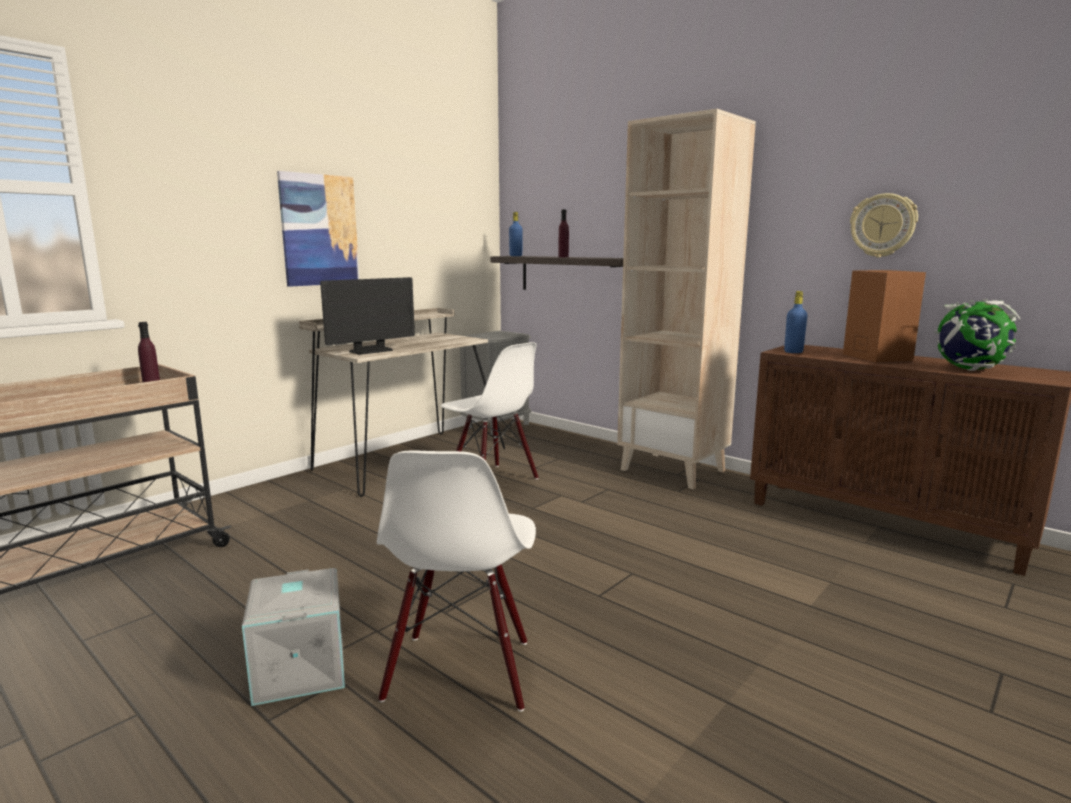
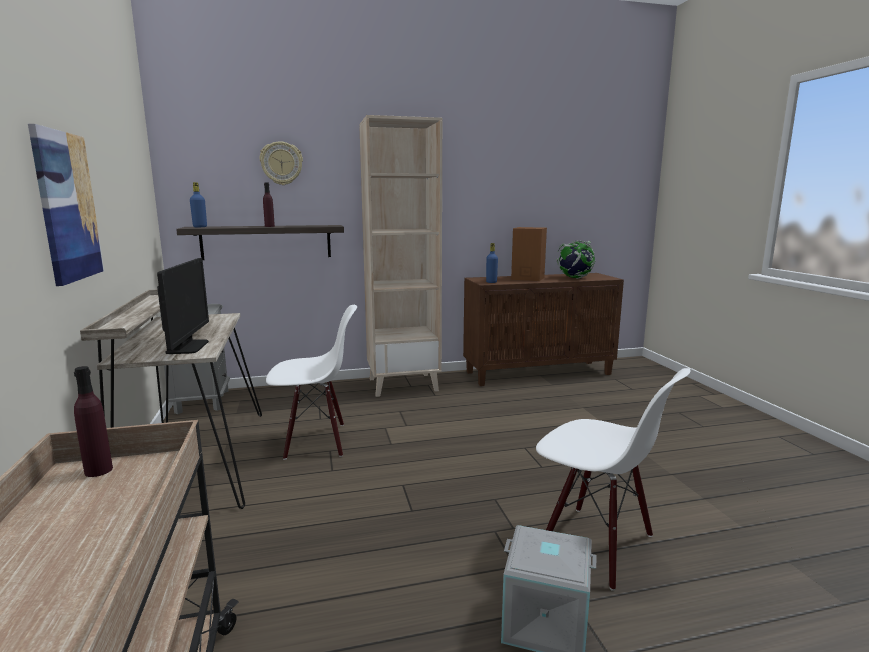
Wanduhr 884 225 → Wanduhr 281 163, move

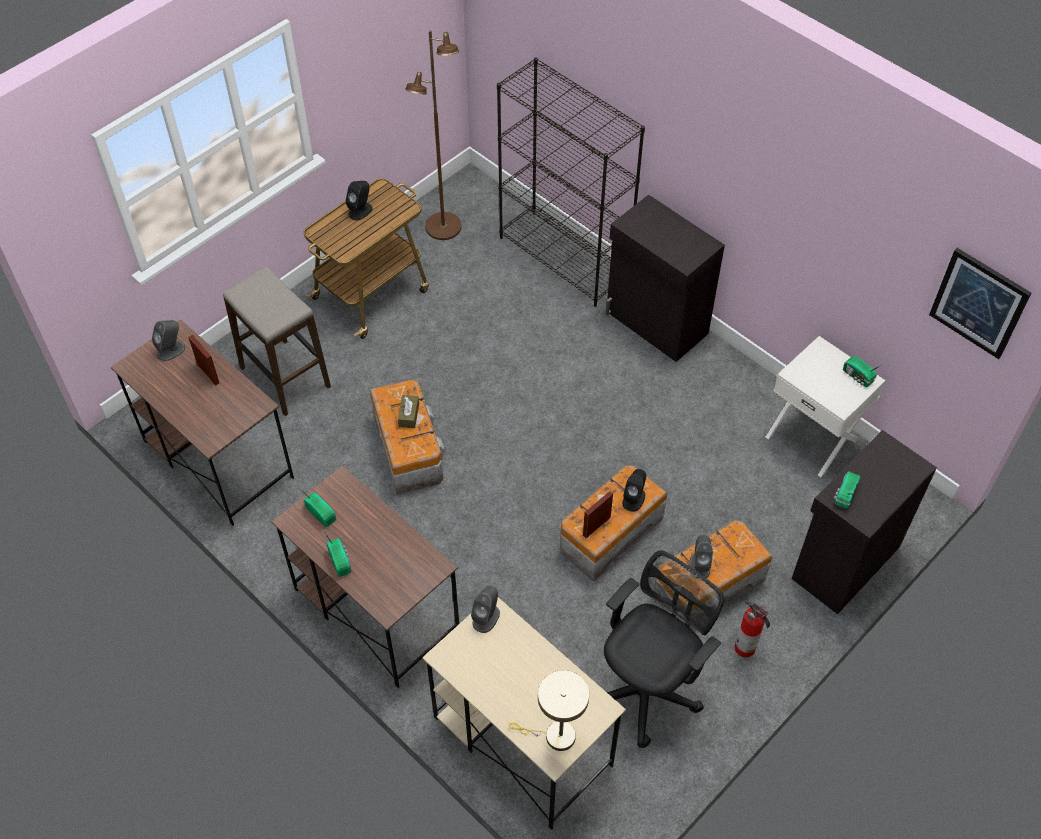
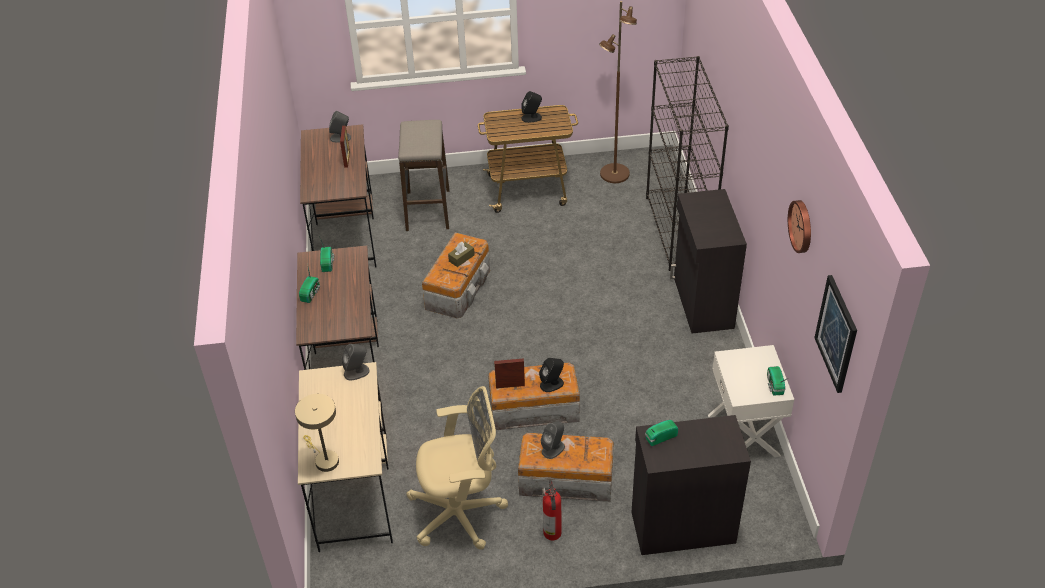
Bürostuhl [schwarz] 664 649 → Bürostuhl [beige] 457 468
- → Wanduhr 799 226

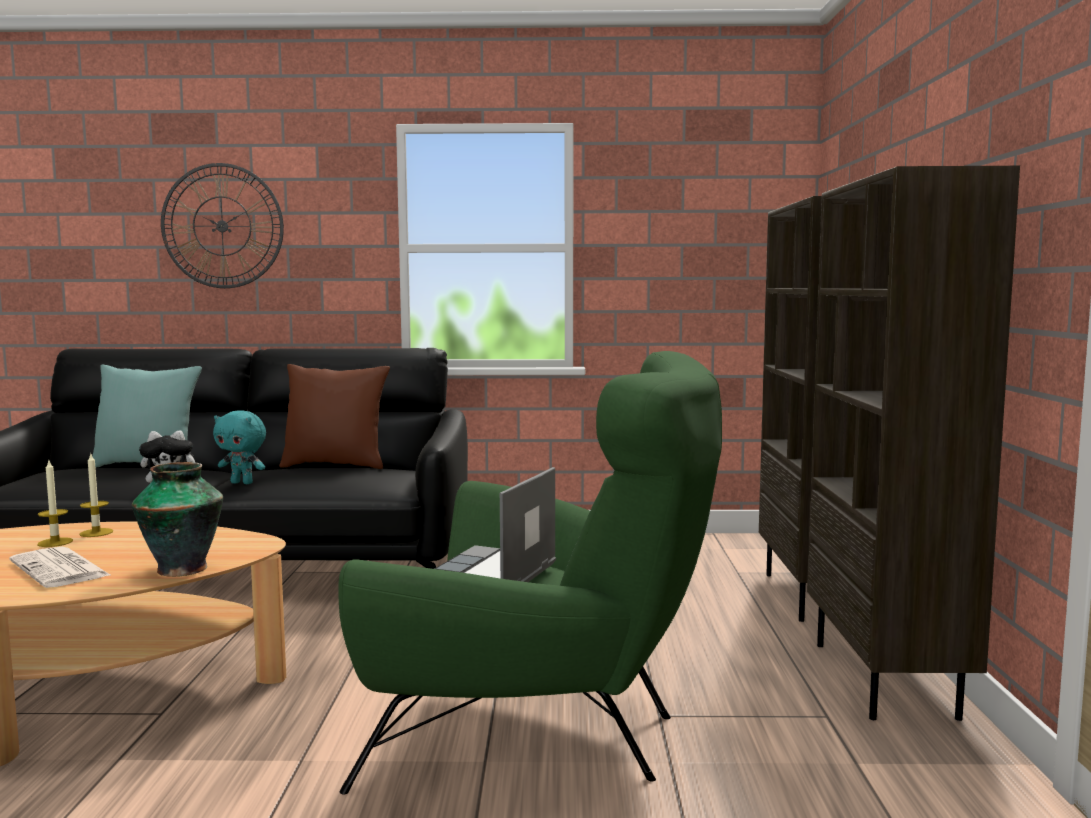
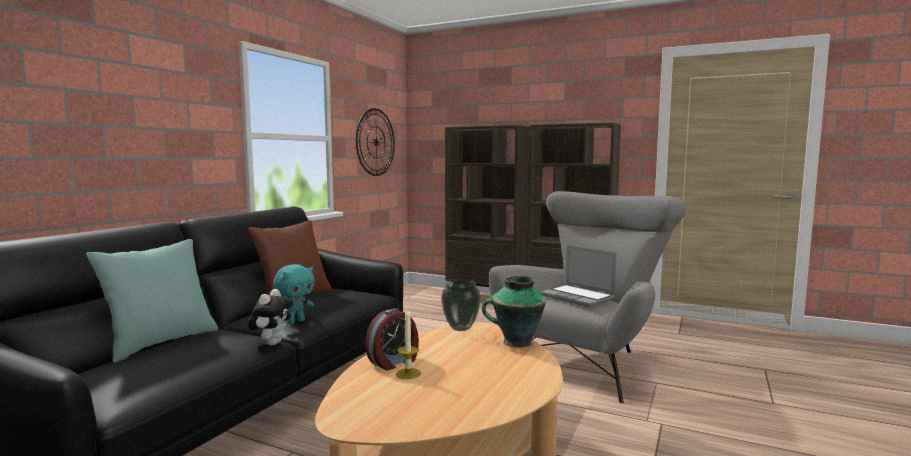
Wanduhr 222 225 → Wanduhr 375 142, move
Sessel [grün] 530 573 → Sessel [grau] 587 297
Kerze 96 495 → Wecker 392 339
Zeitung 61 567 → -
- → Vase 461 304

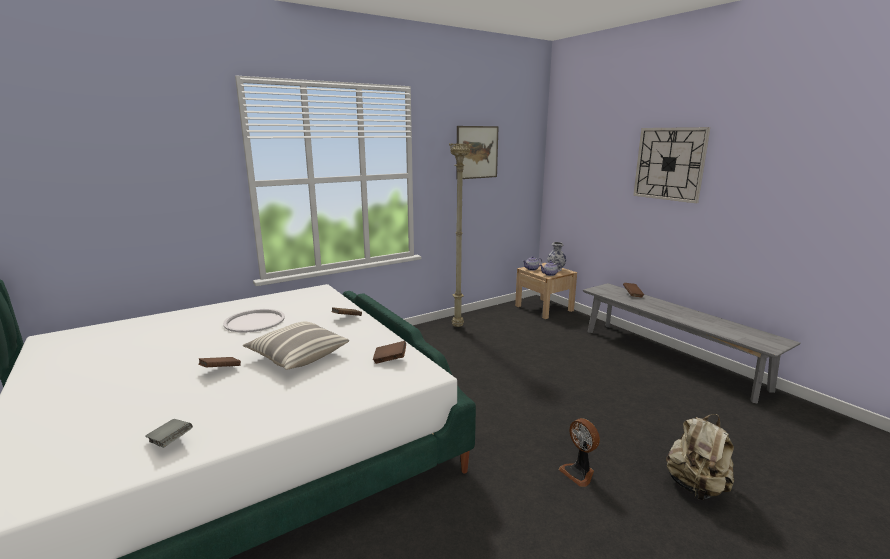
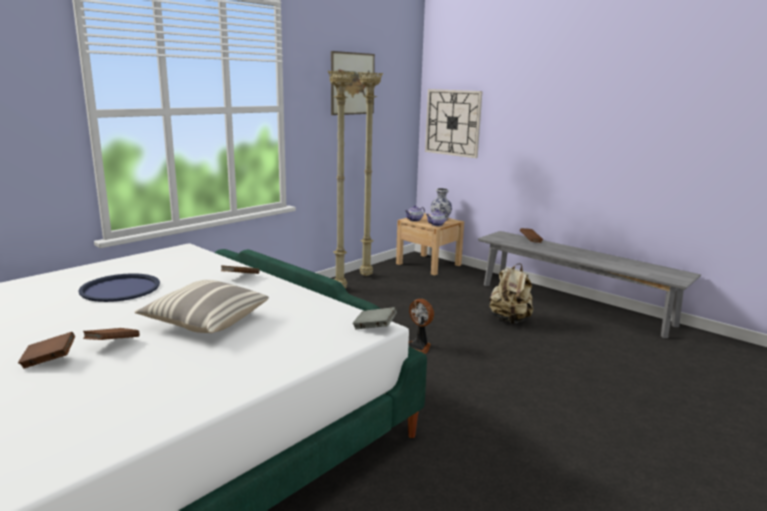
Wanduhr 671 165 → Wanduhr 453 123, move
Tablett [weiß] 254 321 → Tablett [blau] 119 287
Buch [braun] 389 352 → Buch [braun] 46 350, move
Rucksack [beige] 700 457 → Rucksack [beige] 511 294, move
Ventilator 579 452 → Ventilator 421 326, move
Buch [grau] 169 433 → Buch [grau] 374 318, move
- → Stehlampe [beige] 370 174

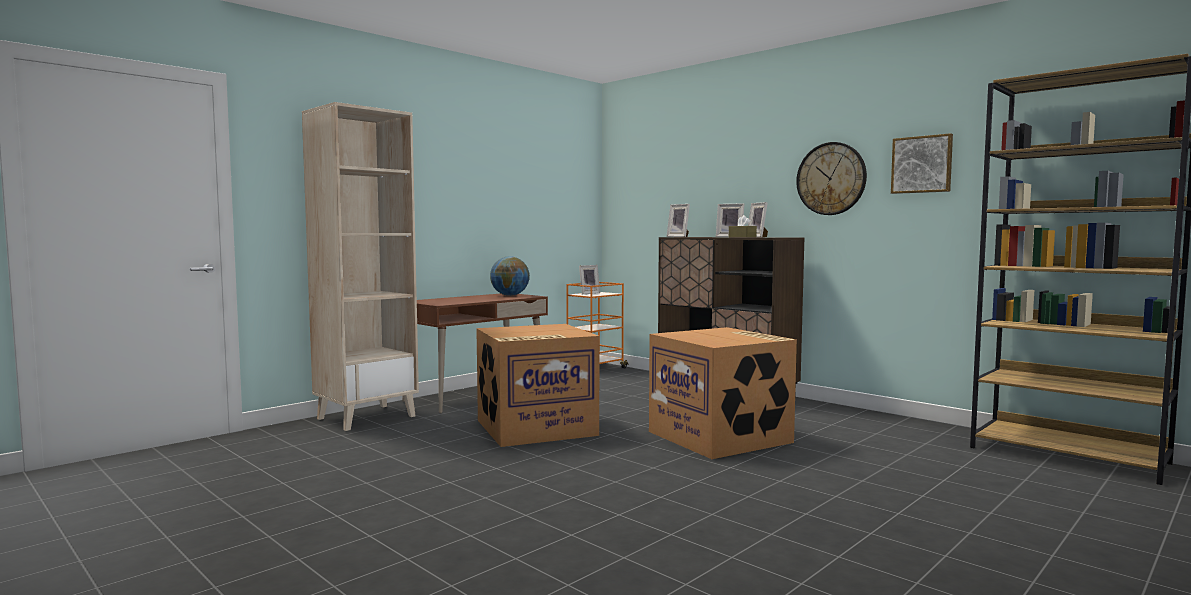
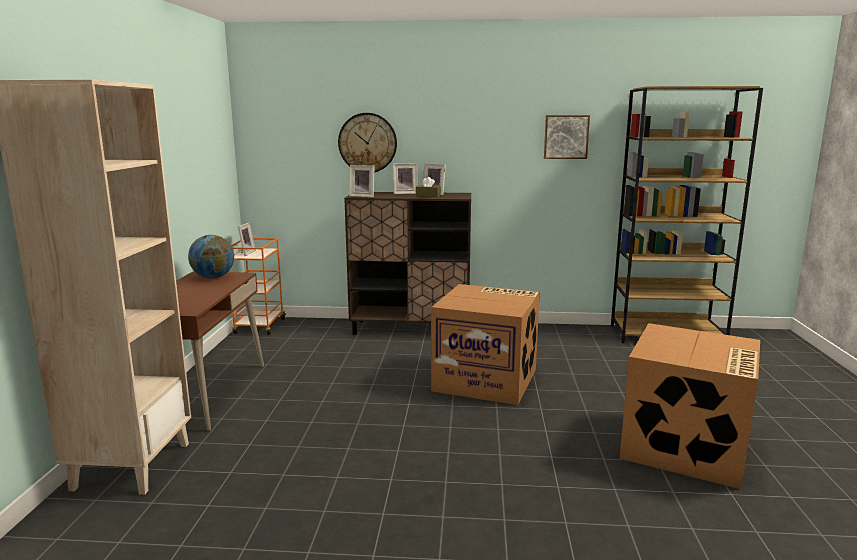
Wanduhr 831 178 → Wanduhr 367 142, move
Karton 537 385 → Karton 690 406, move

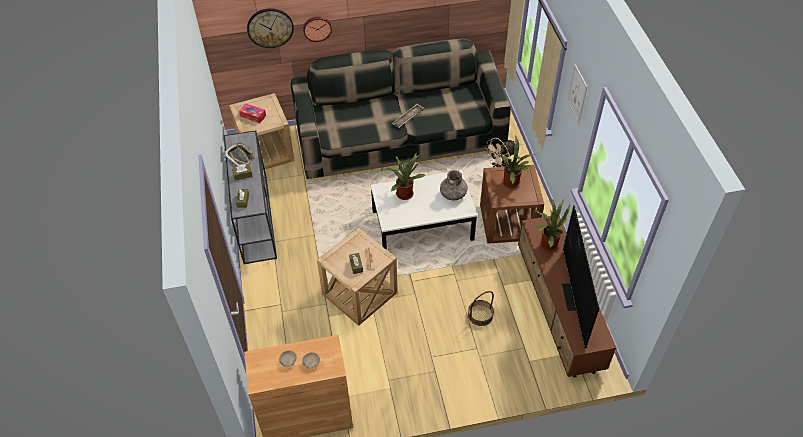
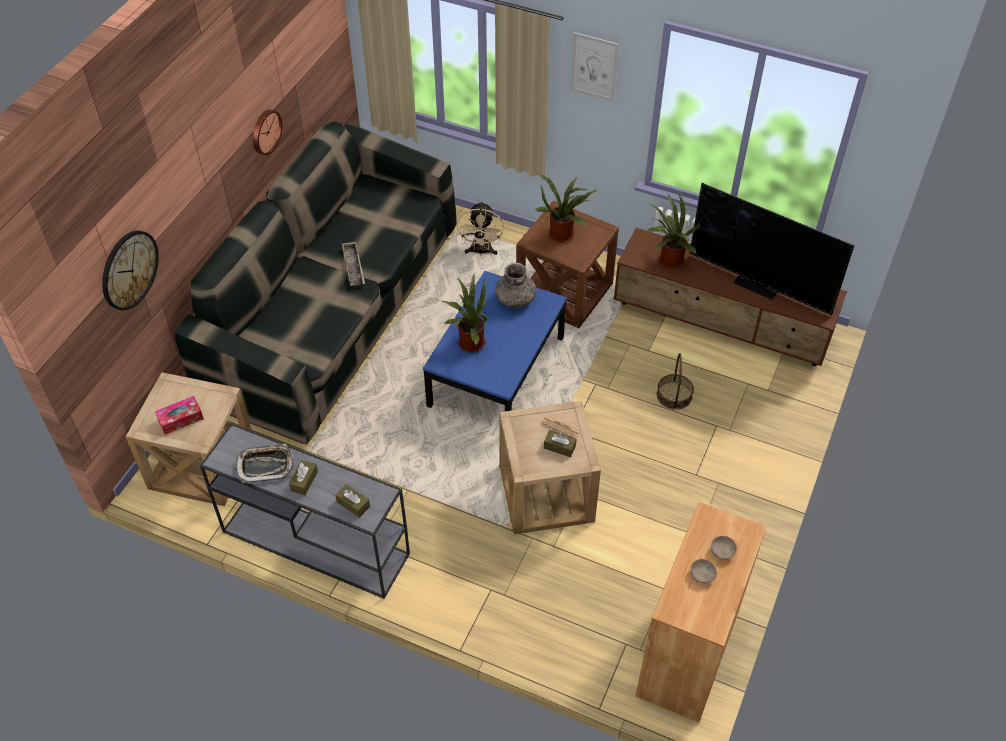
Wanduhr 317 29 → Wanduhr 267 132, move
Couchtisch [weiß] 424 210 → Couchtisch [blau] 495 341

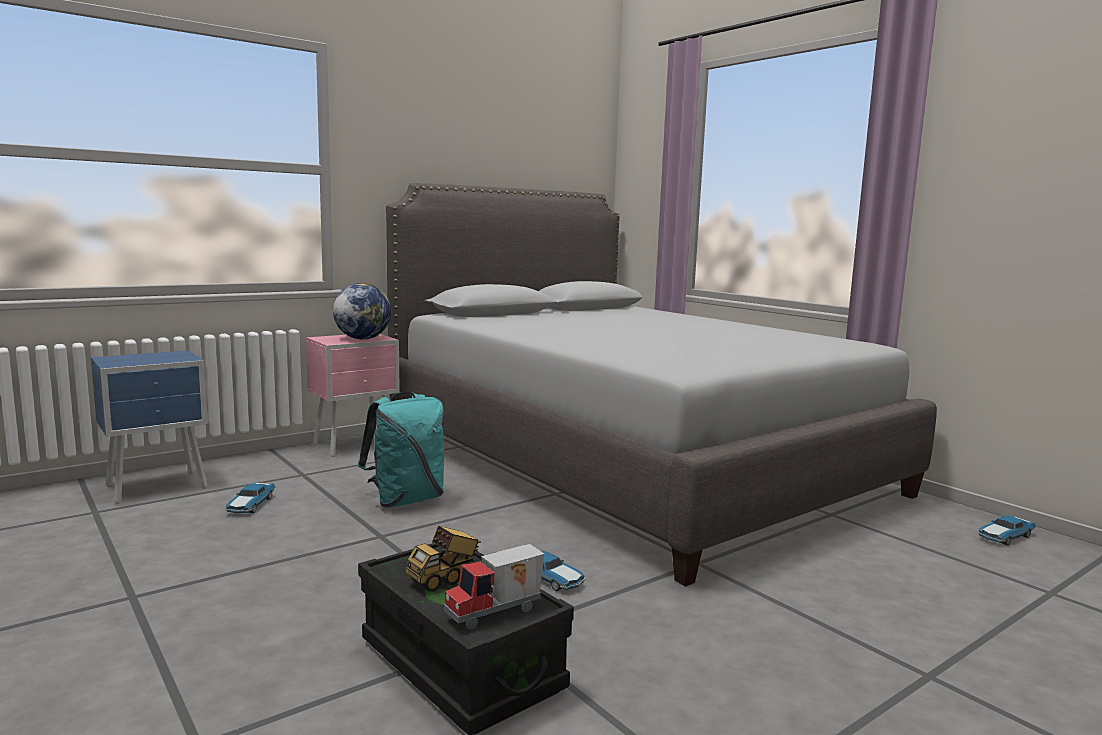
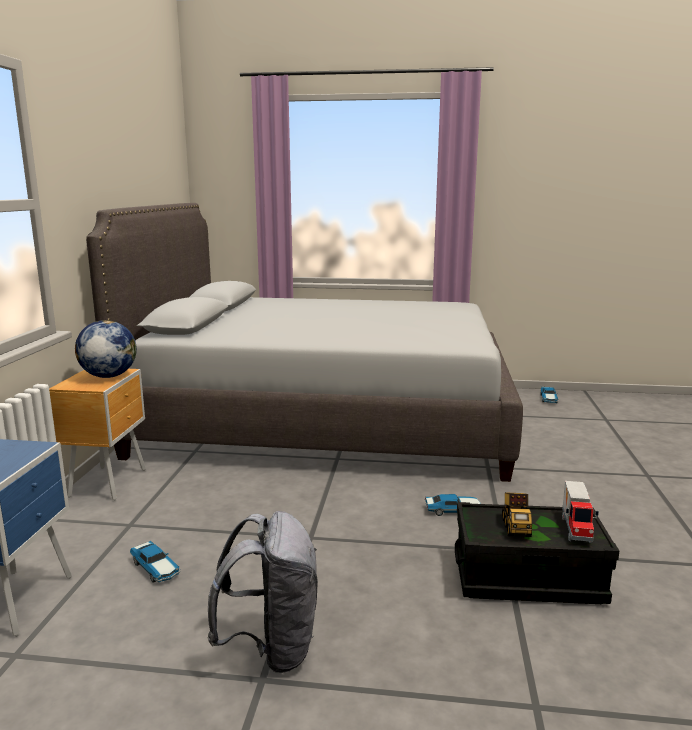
Nachttisch [rosa] 353 395 → Nachttisch [braun] 97 434
Rucksack [türkis] 401 450 → -
- → Rucksack [grau] 263 592

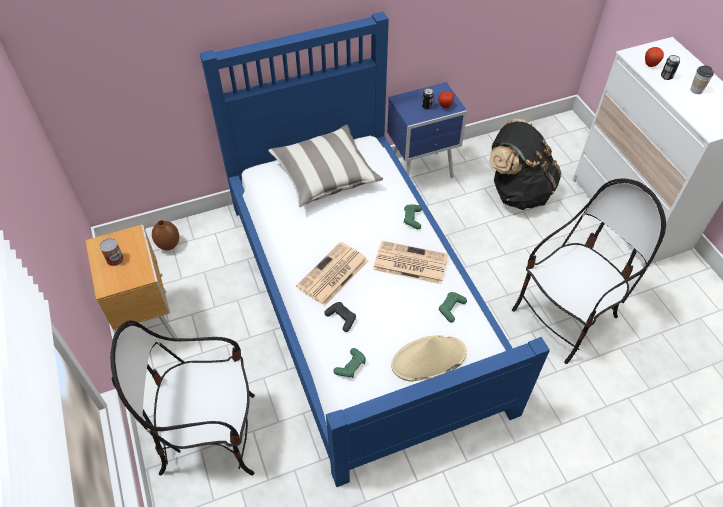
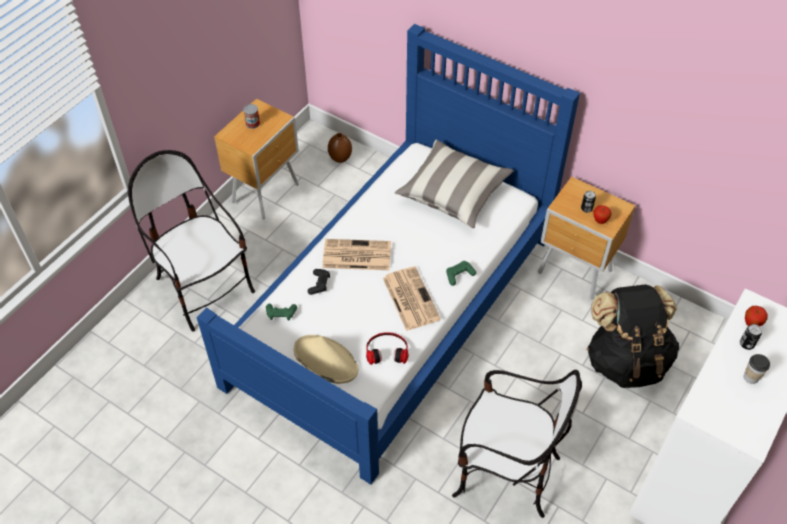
Nachttisch [blau] 427 130 → Nachttisch [braun] 586 238
Gamepad [grün] 453 307 → Kopfhörer 387 348

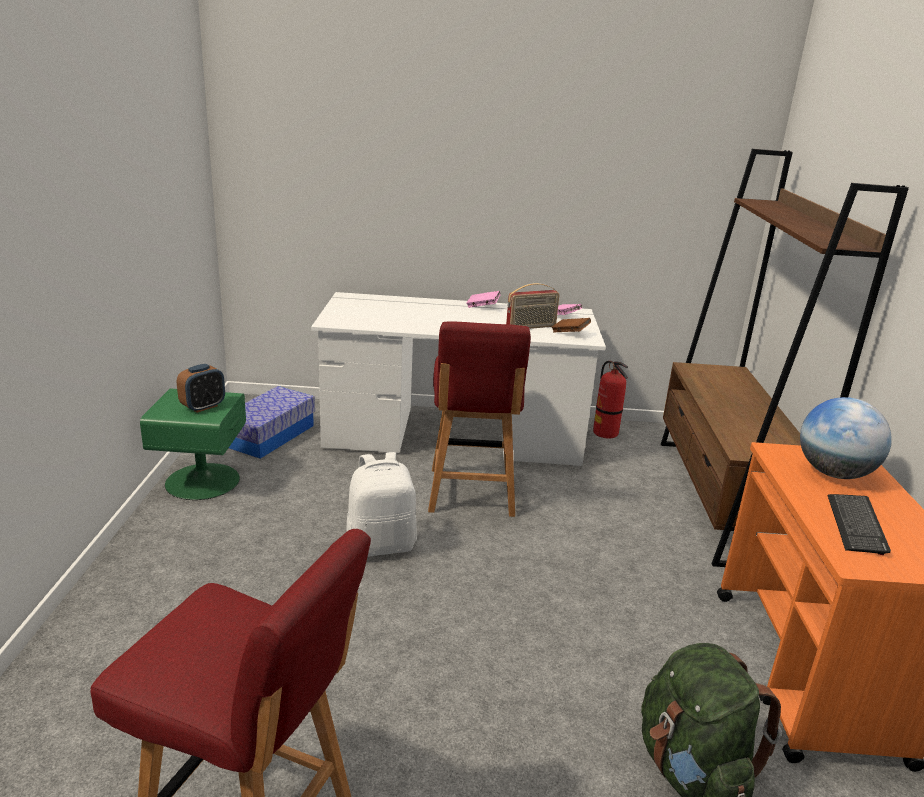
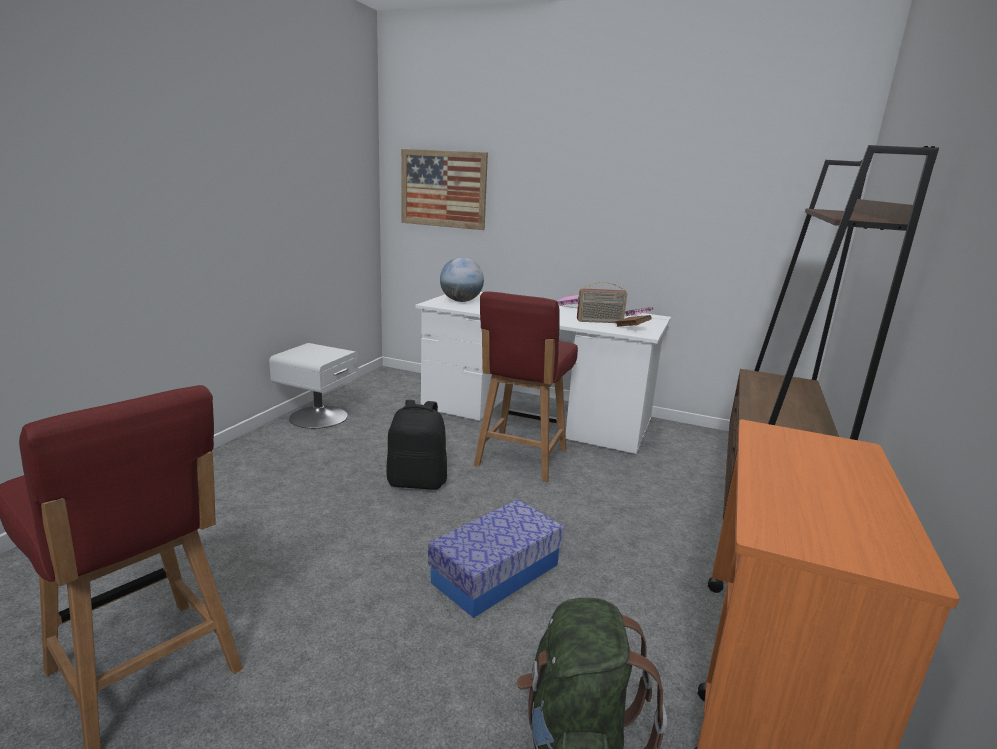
Feuerlöscher 610 400 → -
Wecker 201 388 → -
Aufbewahrungsbox 272 422 → Aufbewahrungsbox 496 558, move
Nachttisch [grün] 193 444 → Nachttisch [weiß] 314 386
Globus 846 438 → Globus 462 279, move
Rucksack [weiß] 381 504 → Rucksack [schwarz] 416 445
Tastatur 859 524 → -
- → Bild 444 189

